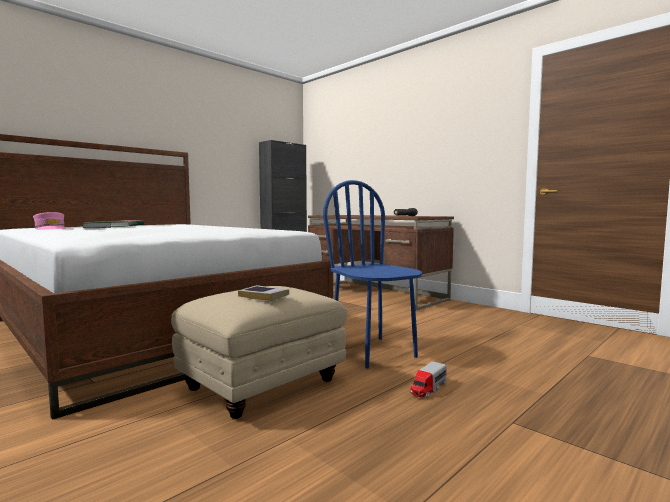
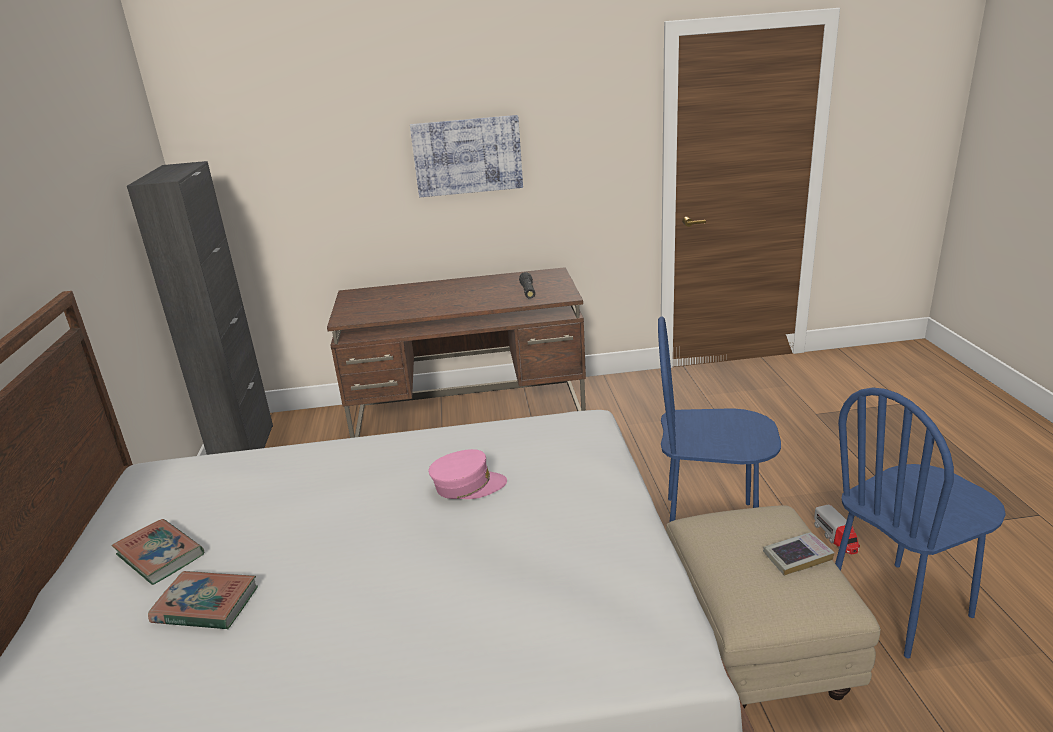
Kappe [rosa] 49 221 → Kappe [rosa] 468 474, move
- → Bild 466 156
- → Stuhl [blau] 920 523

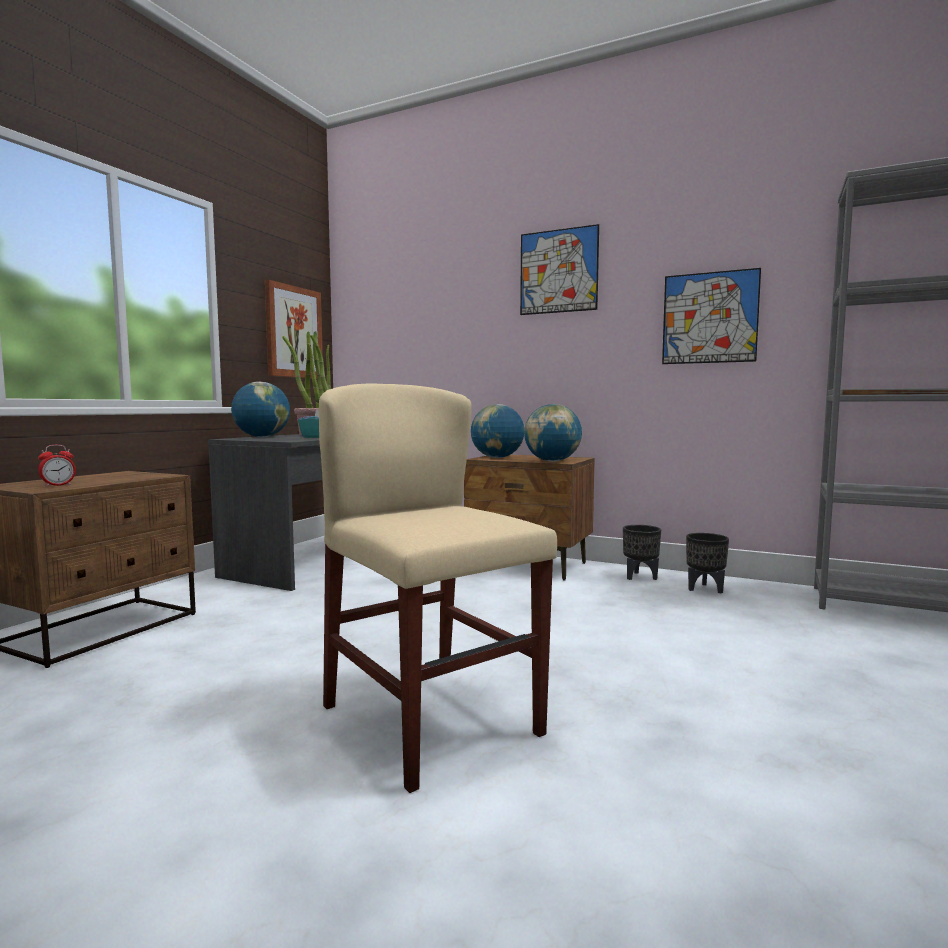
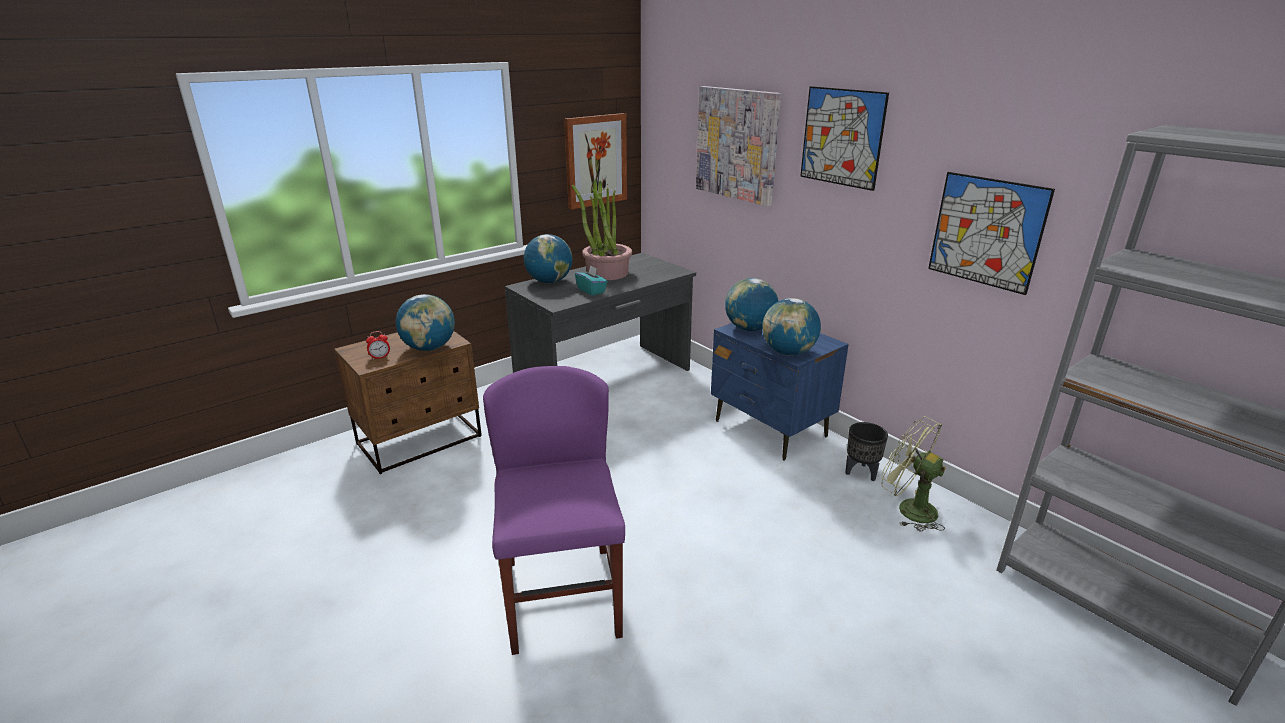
Stuhl [beige] 438 588 → Stuhl [lila] 554 510
Nachttisch [braun] 529 518 → Nachttisch [blau] 780 392
Pflanzkübel [schwarz] 707 563 → Ventilator [grün] 913 473
- → Bild 738 146
- → Globus 425 322

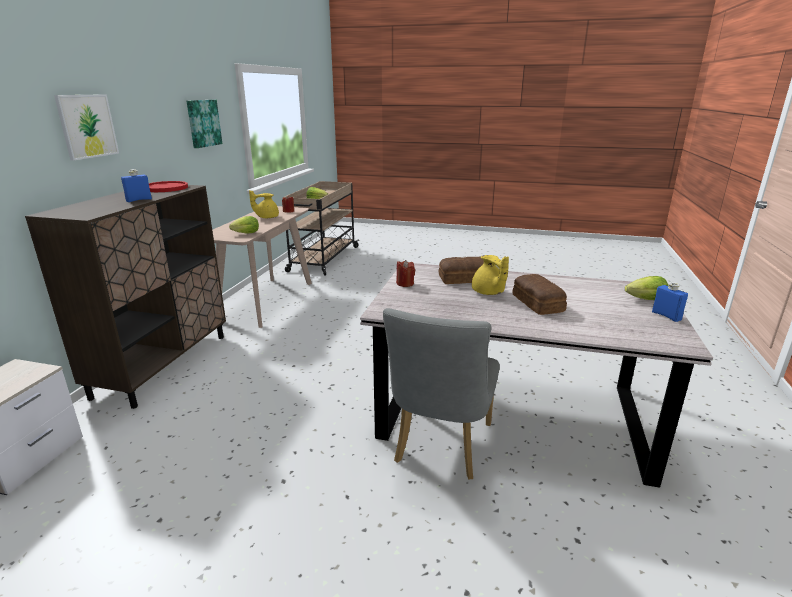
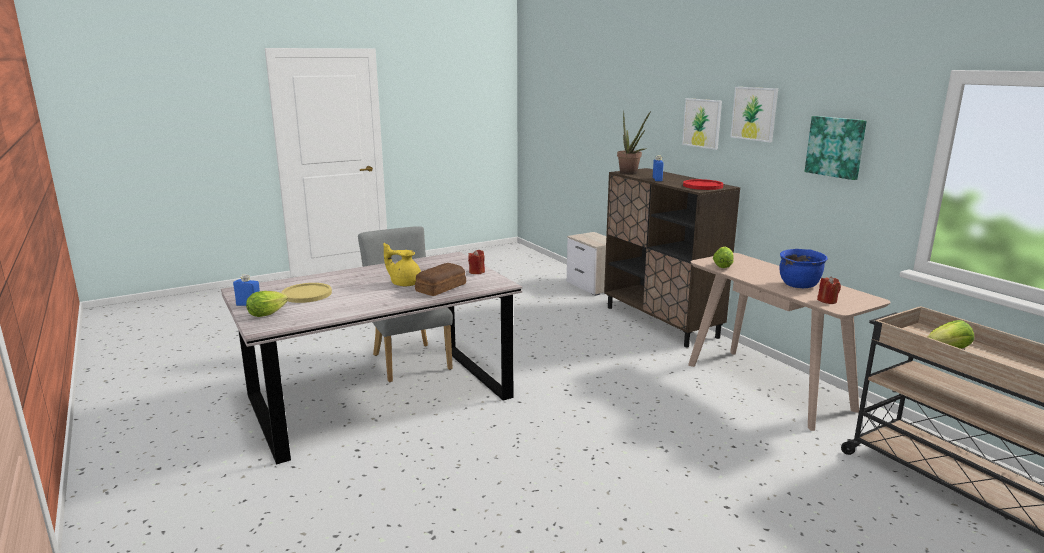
Teekanne [gelb] 264 204 → Kochtopf [blau] 803 268
Brot 539 294 → -
- → Bild 754 114
- → Topfpflanze 634 142
- → Teller [gelb] 306 293

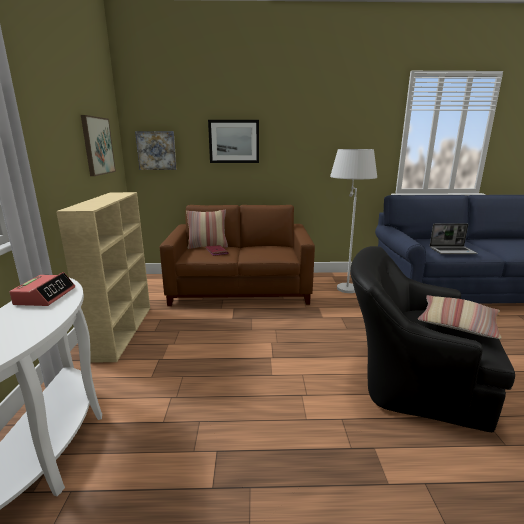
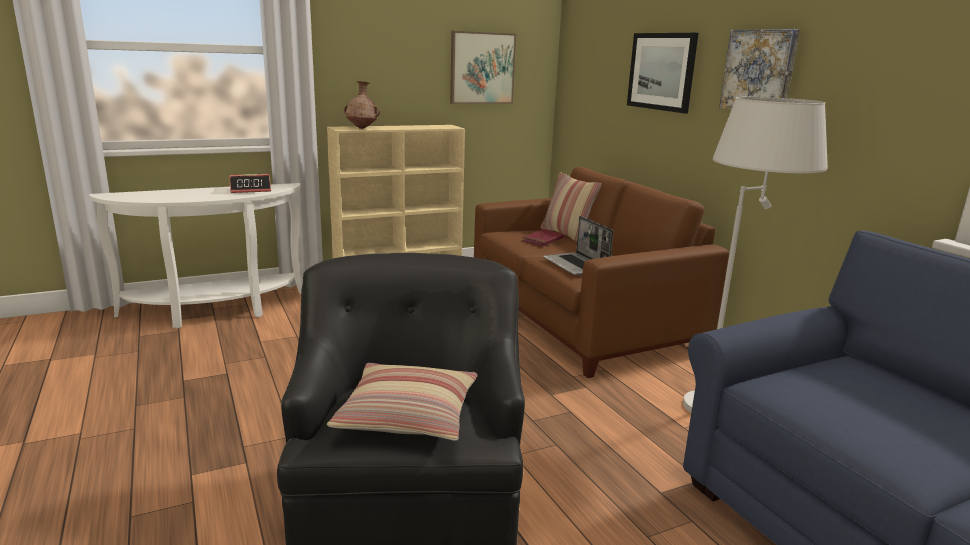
Bild 156 150 → Bild 759 69, move
Laptop 454 239 → Laptop 578 246, move
- → Vase [braun] 362 105

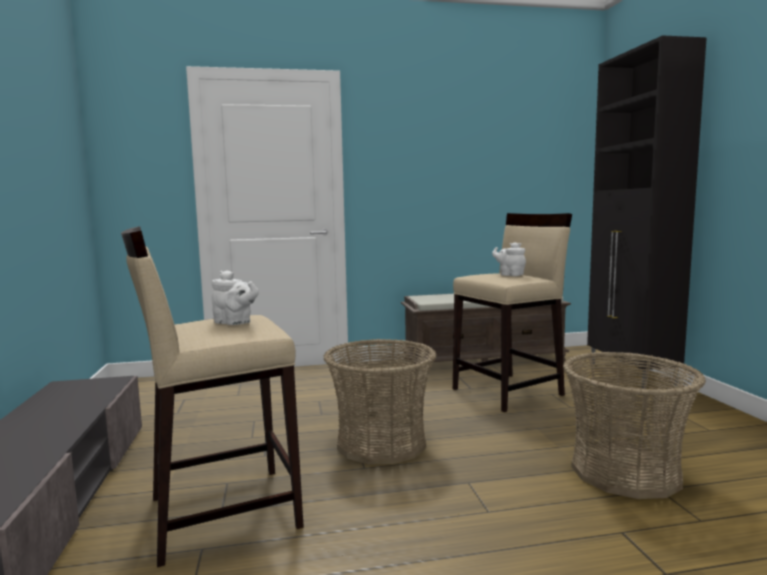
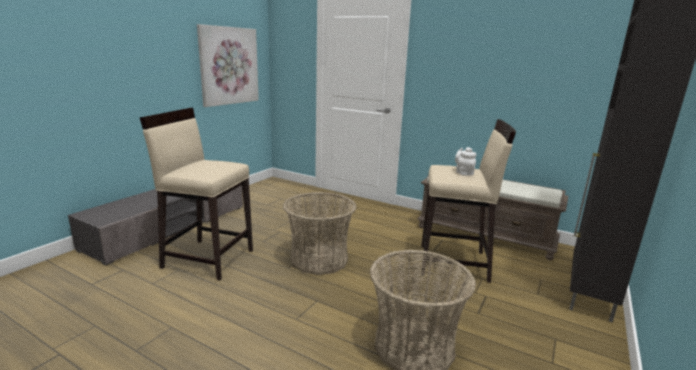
Teekanne [weiß] 235 297 → -
- → Bild 228 65

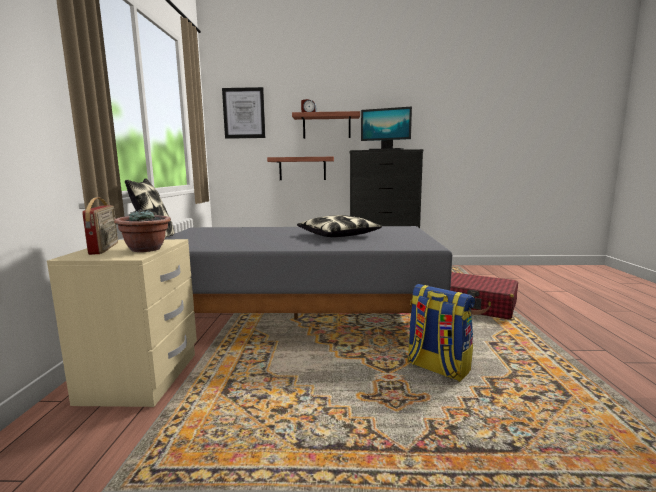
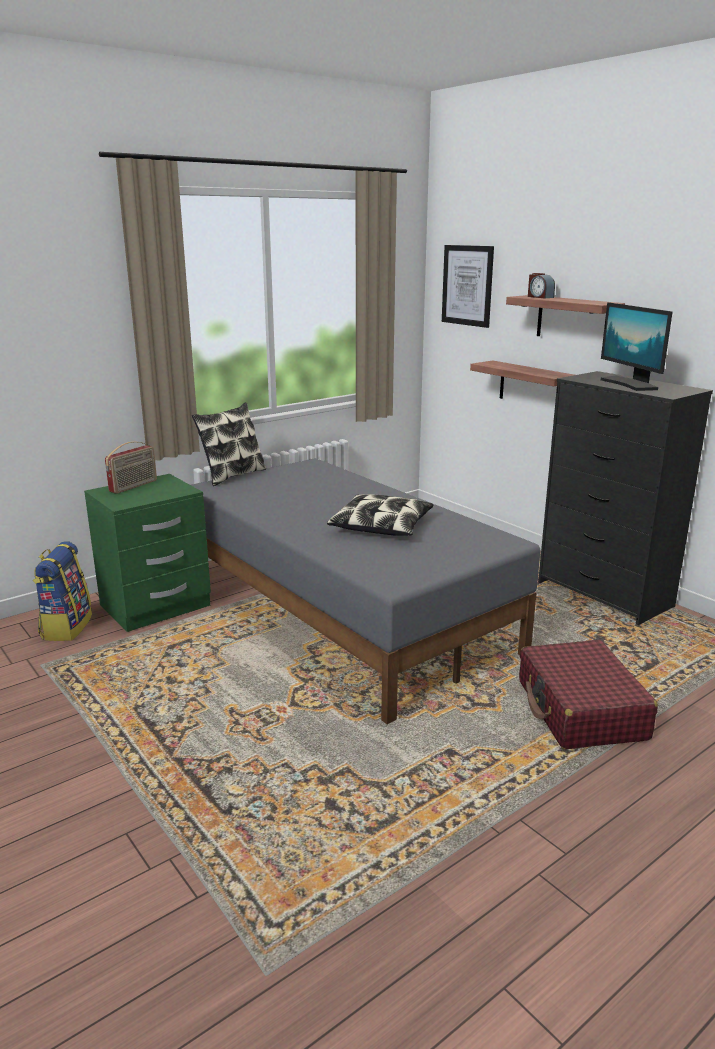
Topfpflanze 142 230 → -
Nachttisch [beige] 122 323 → Nachttisch [grün] 147 553
Rucksack 441 333 → Rucksack 62 591, move

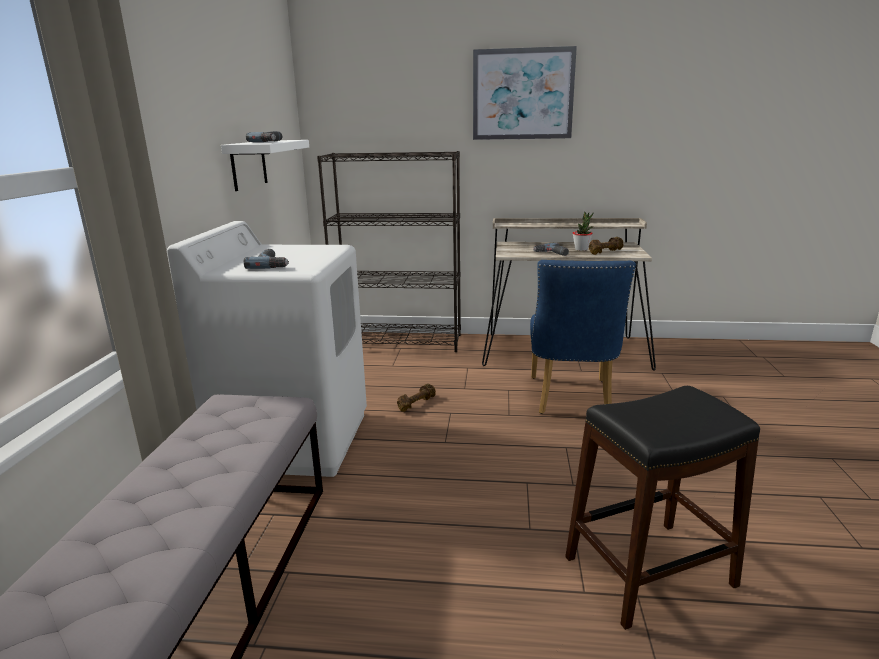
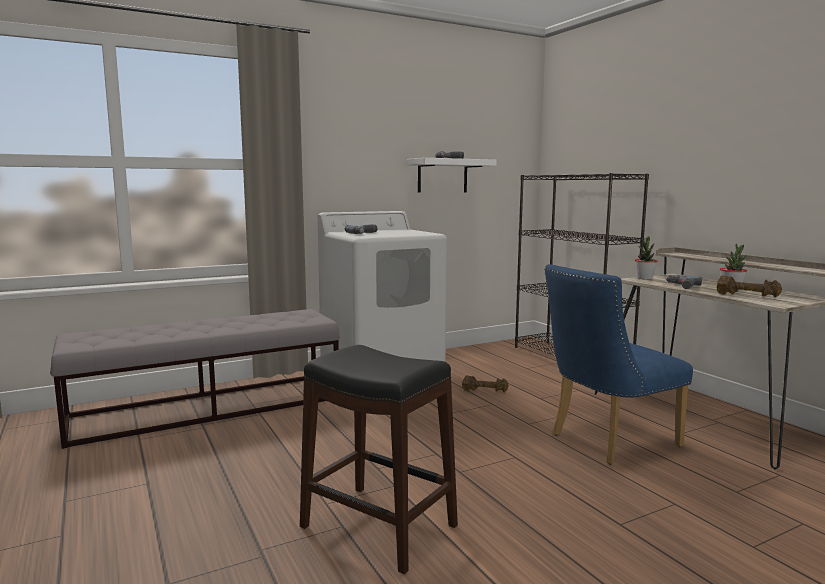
Bild 525 93 → -
- → Topfpflanze 646 258

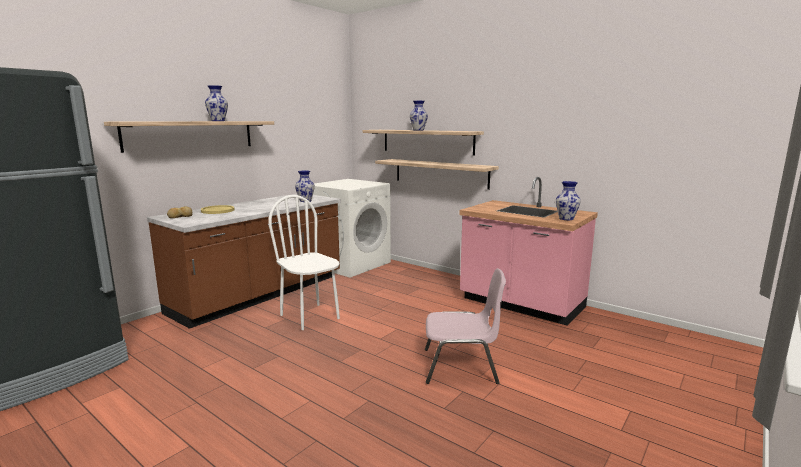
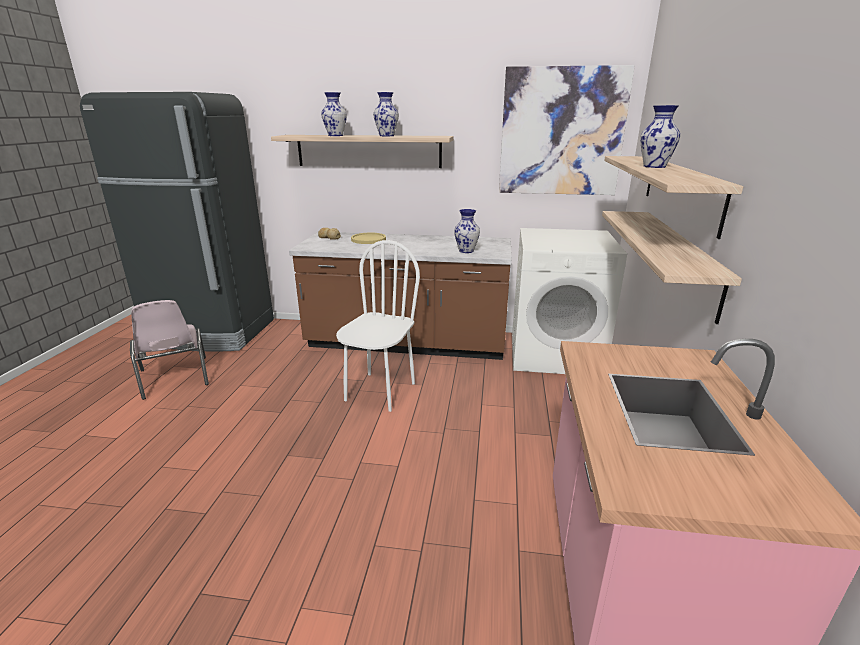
Vase 568 200 → Vase 334 114, move
Stuhl [rosa] 465 326 → Stuhl [rosa] 169 350, move
- → Bild 567 130

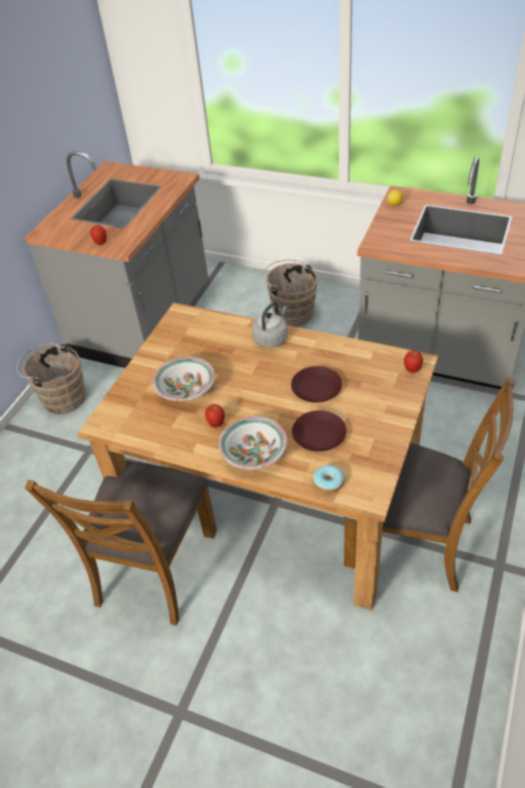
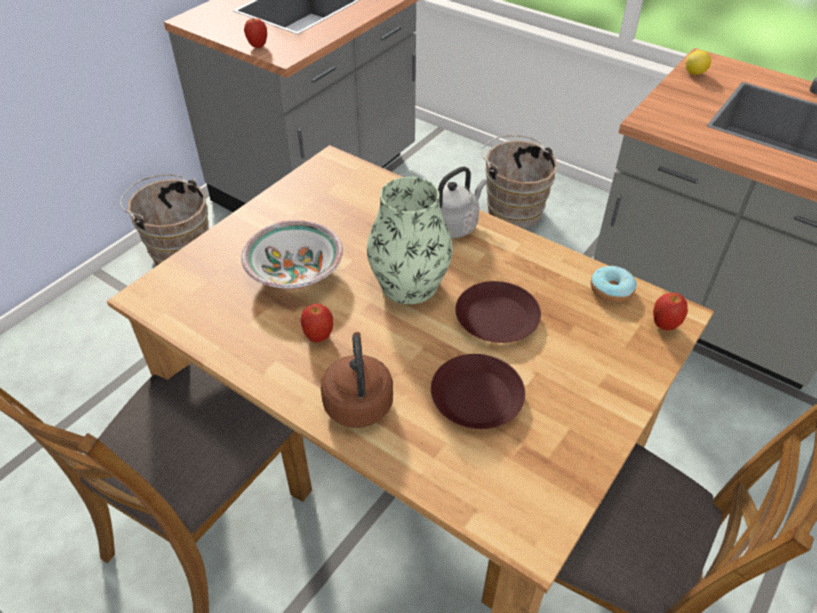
Schüssel 252 443 → Wasserkessel [braun] 357 380
Donut 328 479 → Donut 614 284, move
- → Vase 410 241

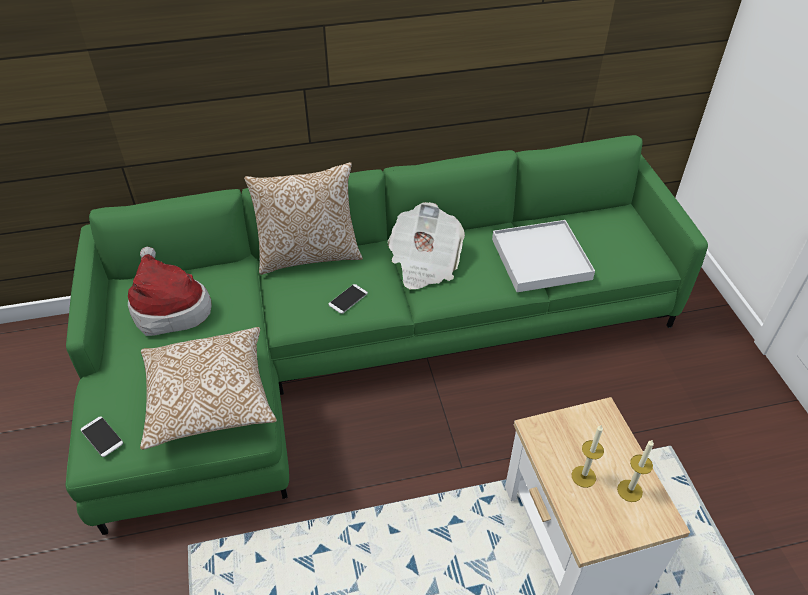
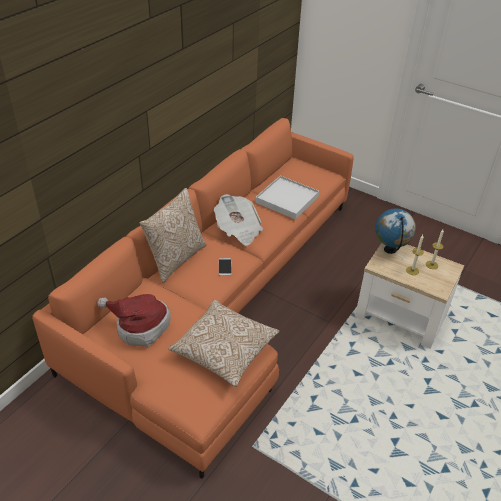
Sofa [grün] 387 335 → Sofa [orange] 193 298
Handy 102 436 → -
- → Globus 396 231

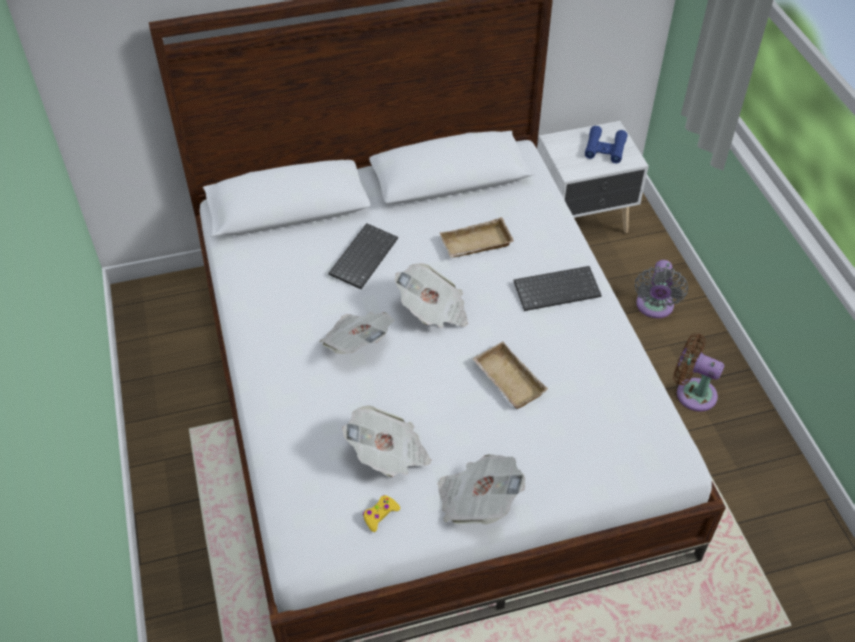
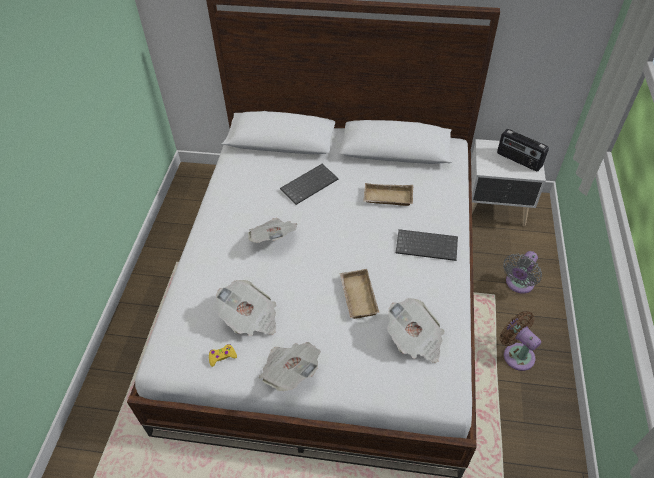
Fernglas [blau] 606 144 → Radio 523 150
Zeitung 431 296 → Zeitung 415 330, move

